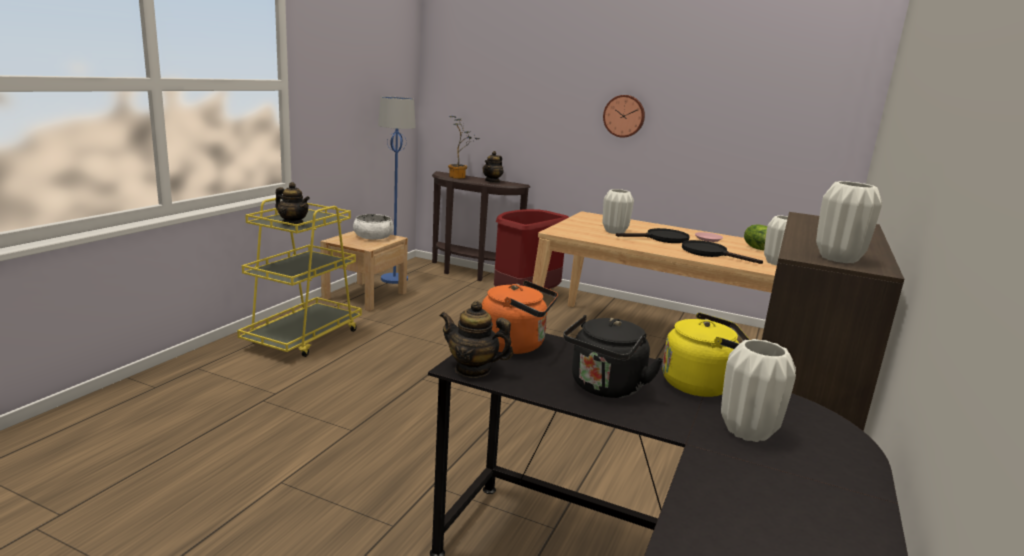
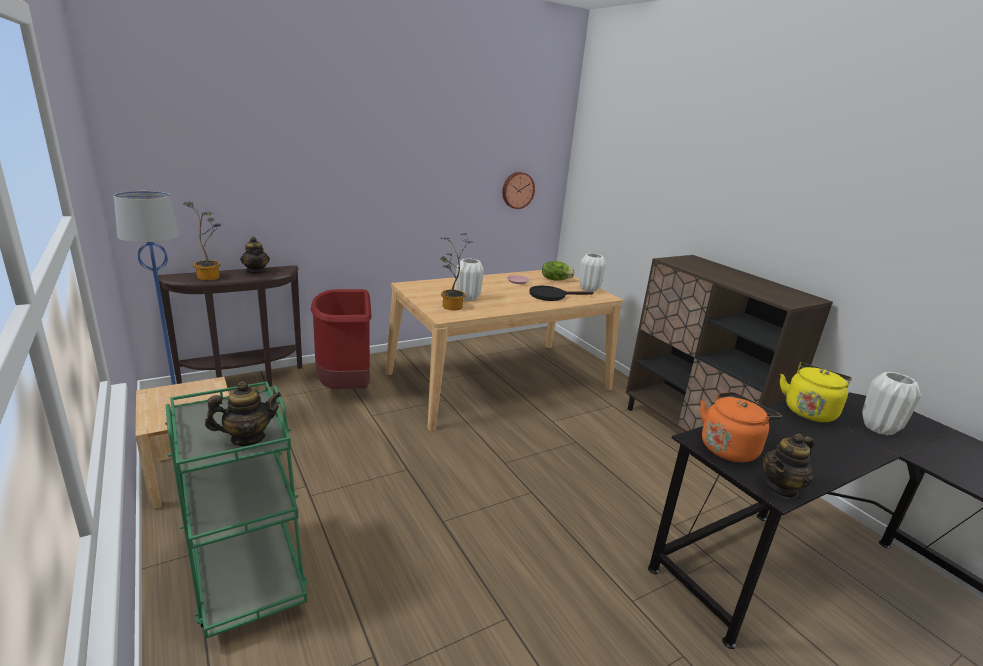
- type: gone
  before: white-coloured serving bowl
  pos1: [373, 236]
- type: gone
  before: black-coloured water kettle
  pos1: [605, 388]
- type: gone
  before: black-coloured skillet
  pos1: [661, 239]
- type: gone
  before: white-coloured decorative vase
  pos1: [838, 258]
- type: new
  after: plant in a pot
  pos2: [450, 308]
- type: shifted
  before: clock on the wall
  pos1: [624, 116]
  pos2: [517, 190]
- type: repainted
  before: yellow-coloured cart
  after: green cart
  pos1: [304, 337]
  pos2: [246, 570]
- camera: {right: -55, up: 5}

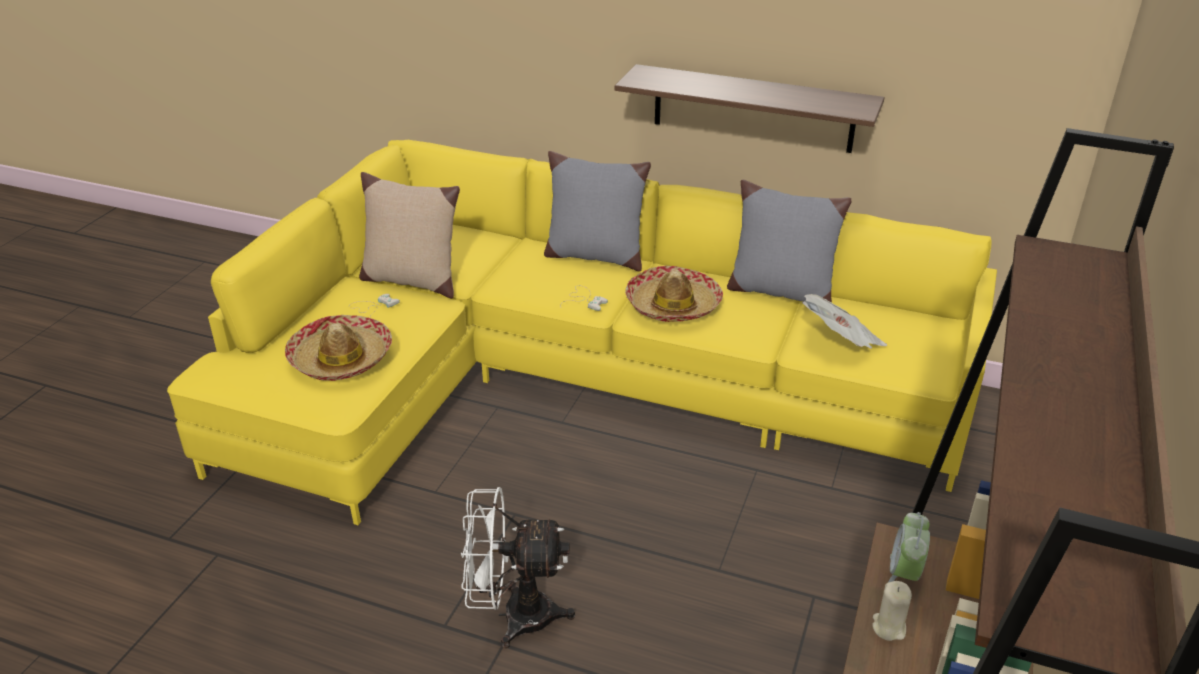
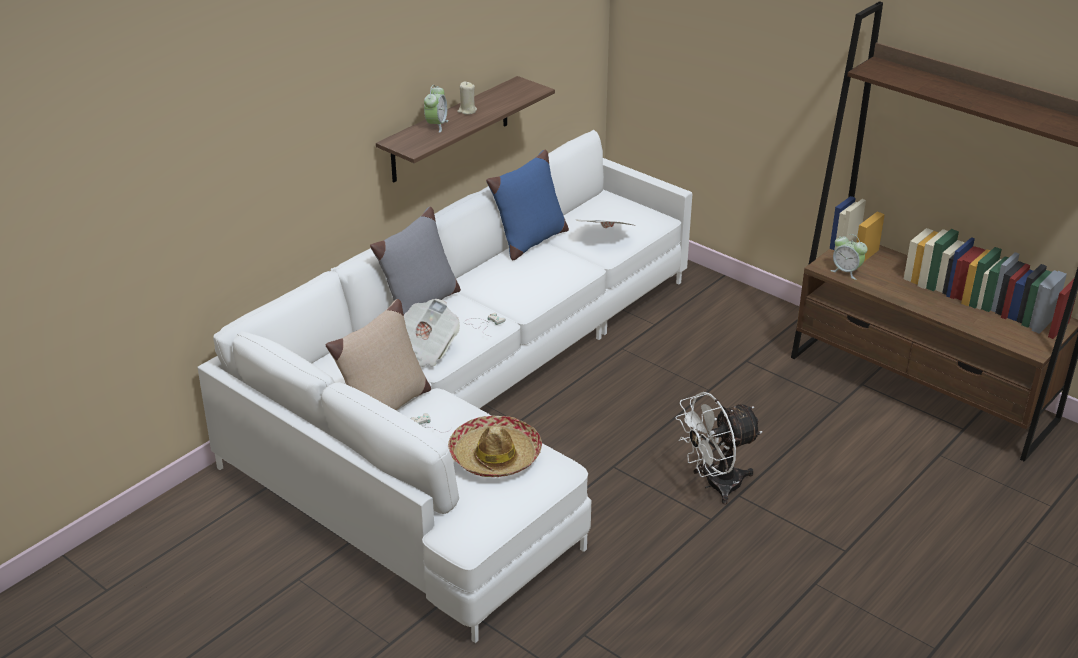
- type: gone
  before: wearable hat
  pos1: [673, 305]
- type: new
  after: newspaper
  pos2: [424, 350]
- type: new
  after: bedside clock
  pos2: [436, 125]
- type: shifted
  before: beige candle
  pos1: [888, 627]
  pos2: [467, 111]
- type: repainted
  before: yellow-coloured sofa
  after: white-coloured sofa
  pos1: [567, 384]
  pos2: [469, 408]
- type: repainted
  before: greyish cushion
  after: bluish cushion
  pos1: [780, 292]
  pos2: [529, 242]
- type: rotated
  before: white-coloured electric fan
  pos1: [514, 616]
  pos2: [714, 485]
  turn: 45
- camera: {right: -70, up: 0}

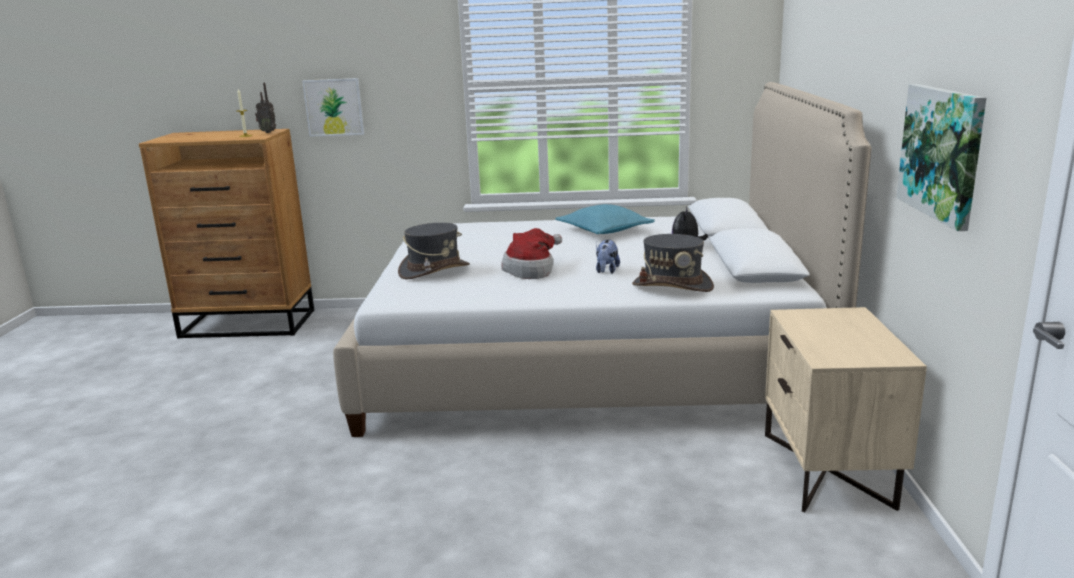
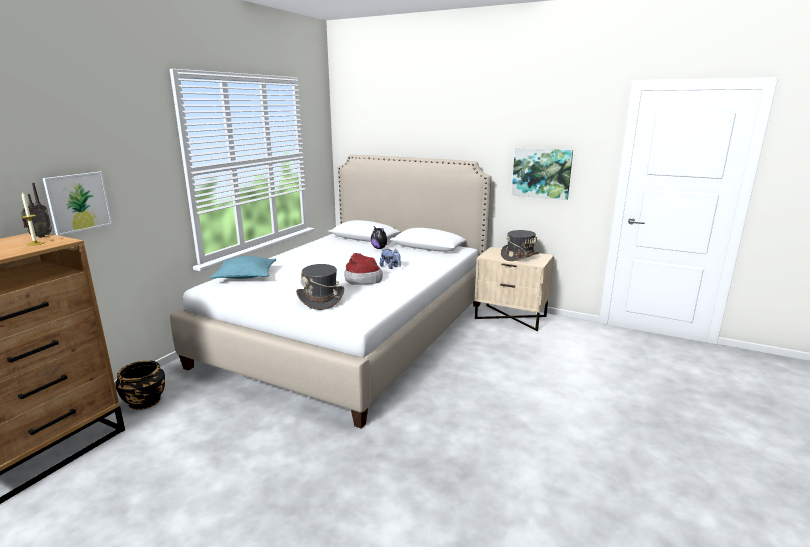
- type: new
  after: black-coloured flower pot
  pos2: [144, 401]
- type: shifted
  before: turquoise-coloured cushion
  pos1: [604, 231]
  pos2: [245, 276]
- type: shifted
  before: greyish wearable hat
  pos1: [672, 286]
  pos2: [519, 256]
- camera: {right: -65, up: 0}

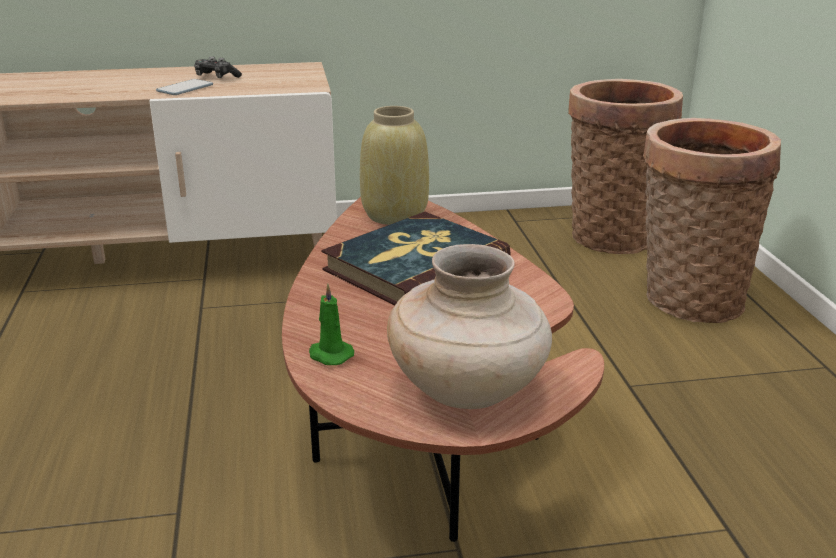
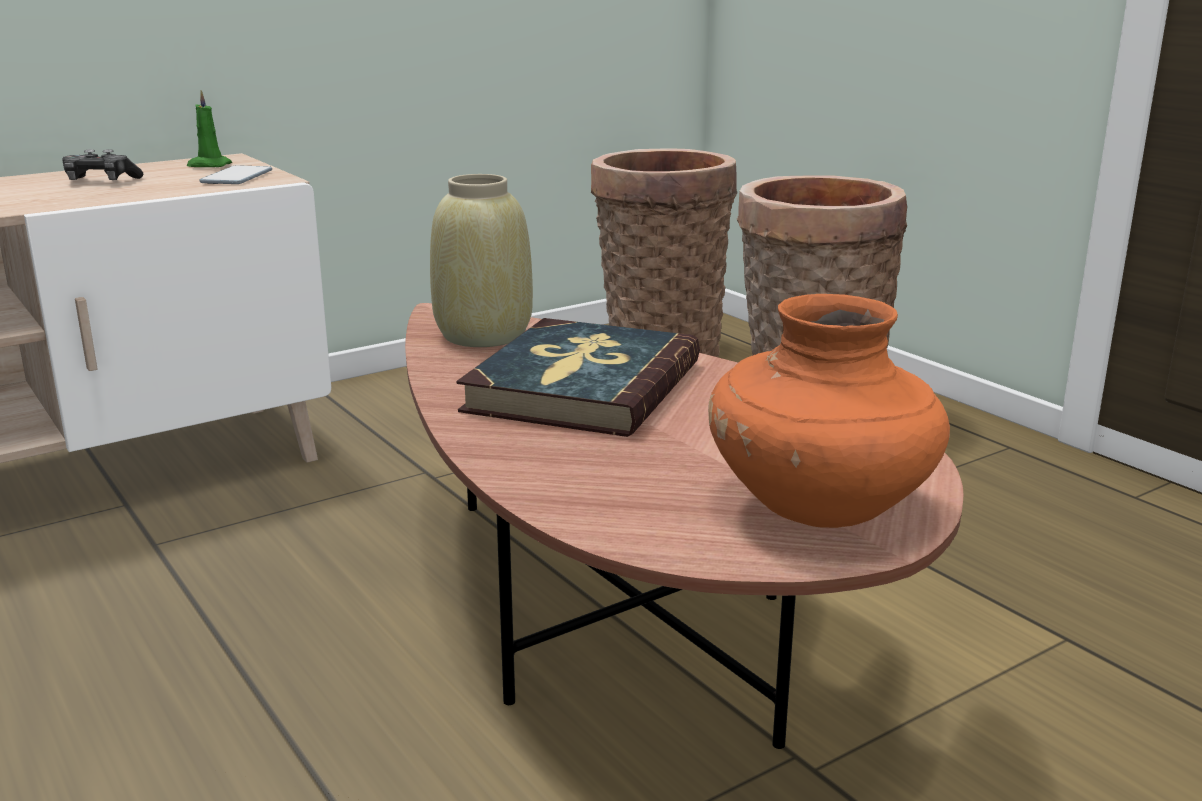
- type: shifted
  before: telephone
  pos1: [185, 88]
  pos2: [237, 177]
- type: shifted
  before: green candle
  pos1: [329, 355]
  pos2: [208, 165]
- type: repainted
  before: beige decorative vase
  after: orange decorative vase
  pos1: [468, 391]
  pos2: [822, 508]
- camera: {right: -25, up: -5}

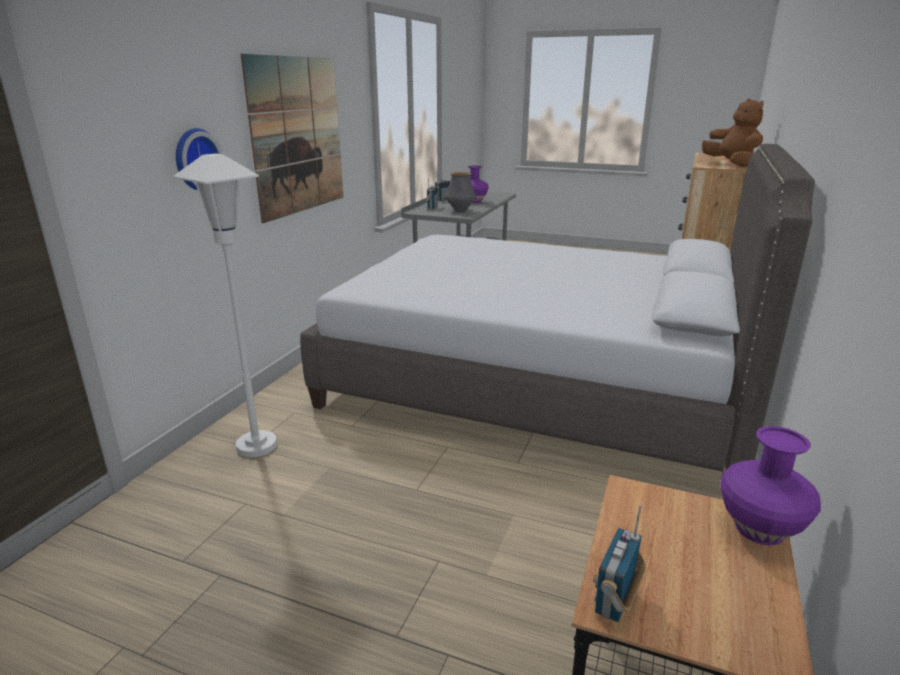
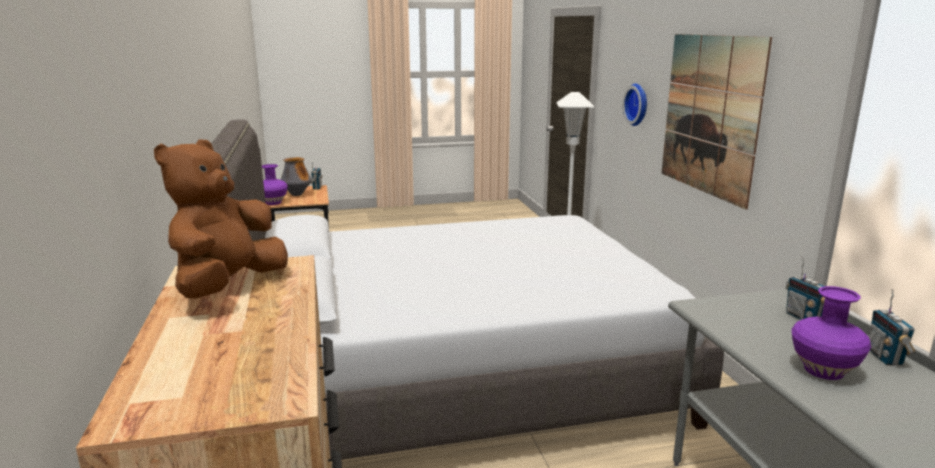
- type: shifted
  before: decorative vase
  pos1: [460, 211]
  pos2: [297, 194]
- type: rotated
  before: brown-coloured plush toy
  pos1: [731, 164]
  pos2: [228, 286]
  turn: 75
- camera: {right: 145, up: -5}

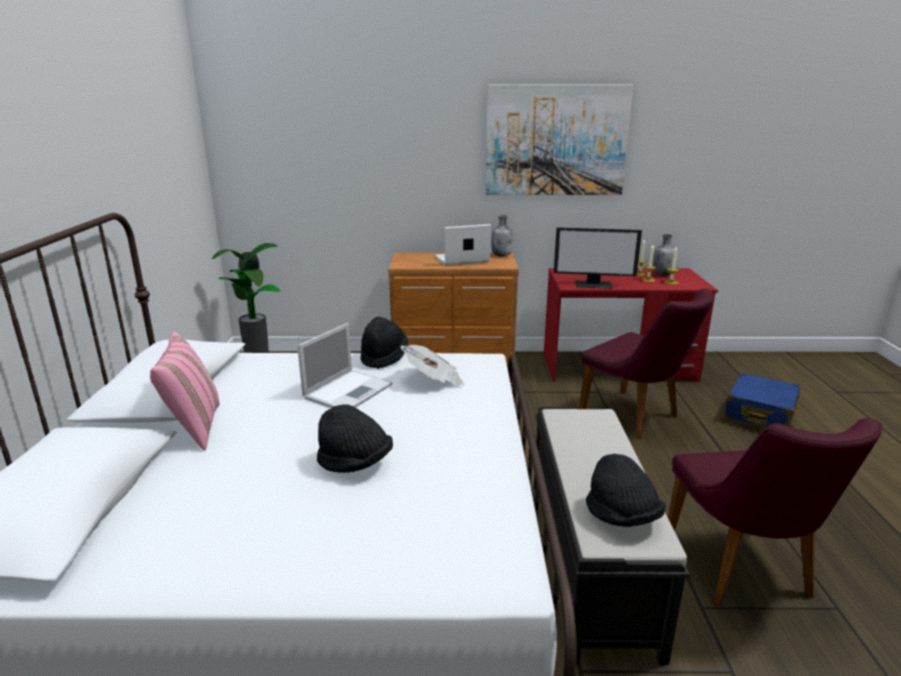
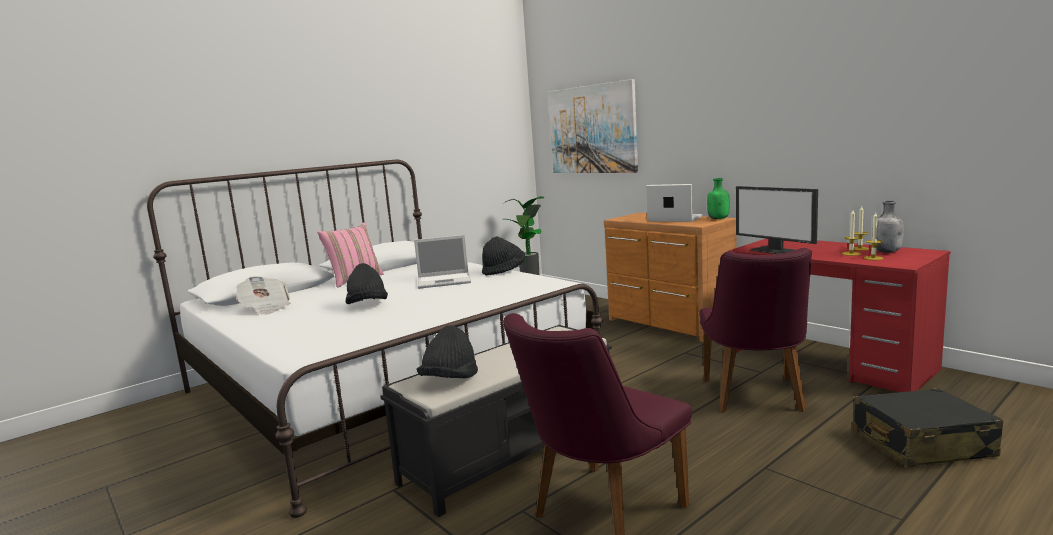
- type: shifted
  before: newspaper
  pos1: [434, 380]
  pos2: [265, 308]
- type: shifted
  before: wall picture
  pos1: [556, 141]
  pos2: [592, 129]
- type: repainted
  before: greyish drink bottle
  after: green drink bottle
  pos1: [502, 255]
  pos2: [719, 219]
- type: repainted
  before: bluish suitcase
  after: black-coloured suitcase
  pos1: [759, 415]
  pos2: [921, 444]
- camera: {right: 50, up: -10}

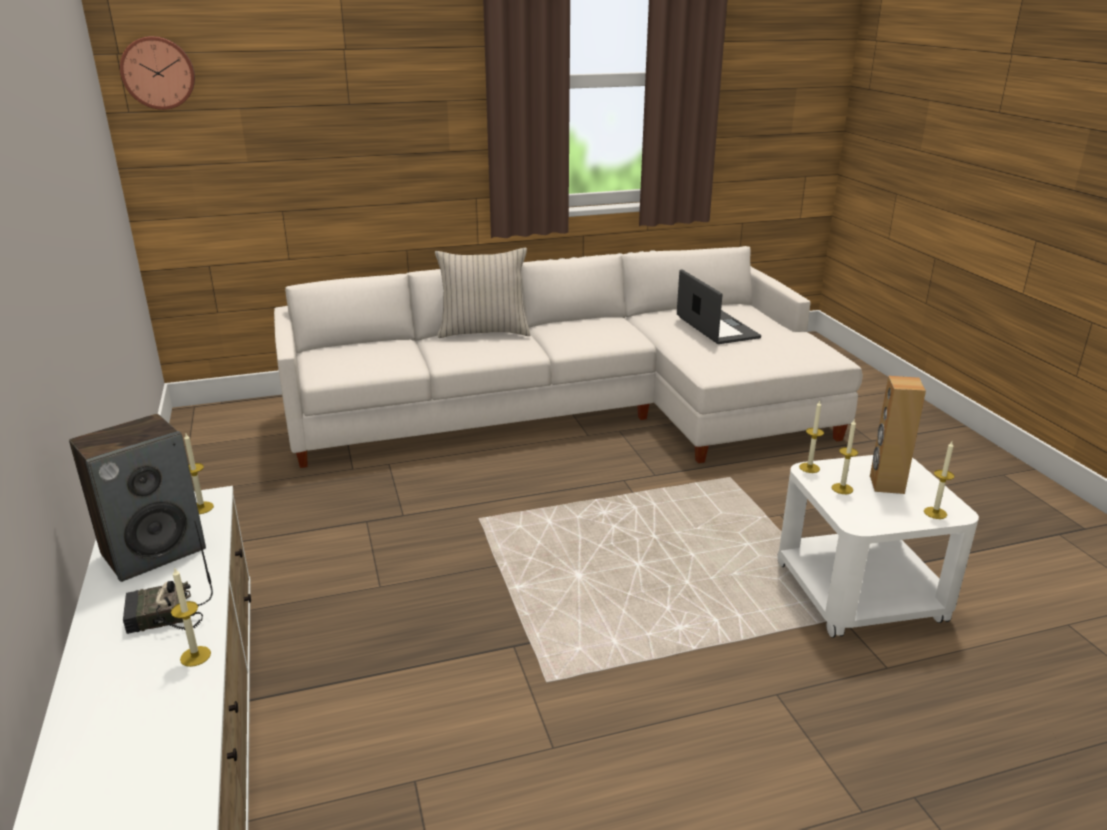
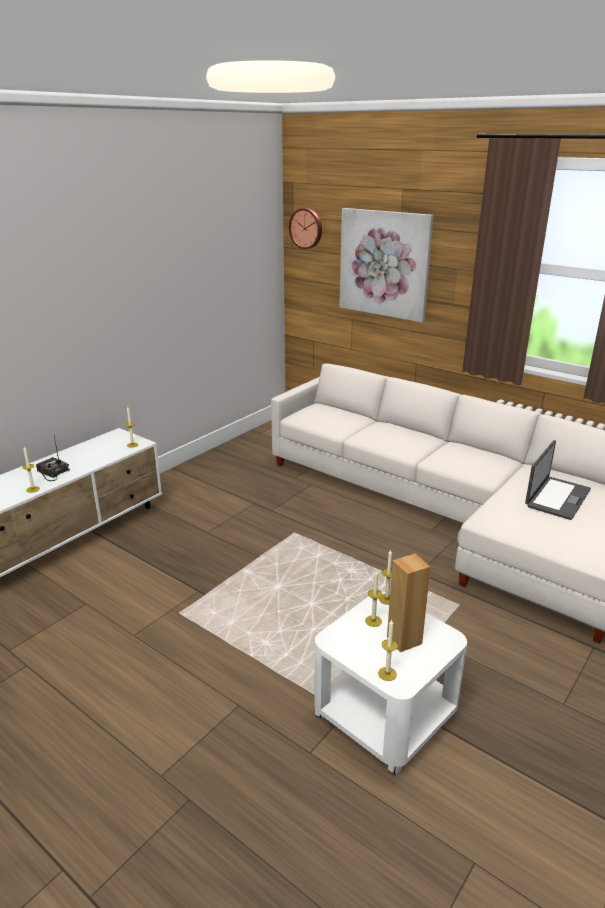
- type: gone
  before: speaker
  pos1: [154, 551]
- type: gone
  before: beige cushion
  pos1: [484, 332]
- type: new
  after: wall picture
  pos2: [384, 264]
- camera: {right: 55, up: 0}

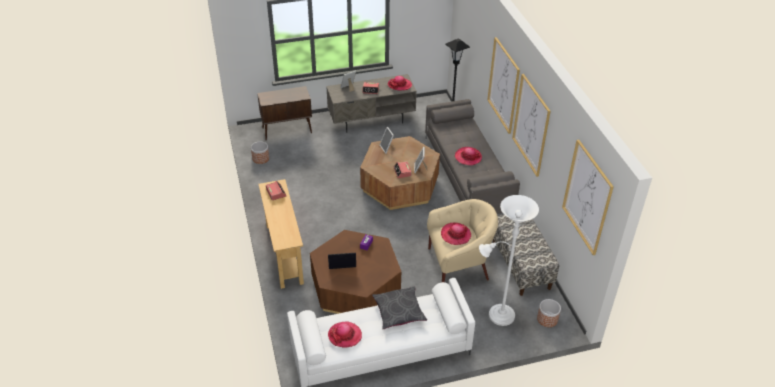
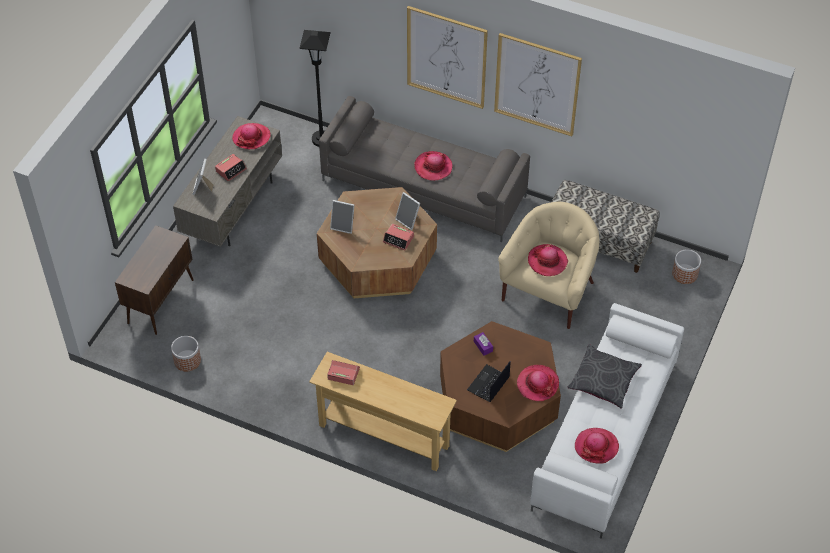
- type: gone
  before: white-coloured floor lamp
  pos1: [498, 315]
- type: gone
  before: wall picture
  pos1: [587, 197]
- type: new
  after: wearable hat
  pos2: [537, 384]
- camera: {right: -50, up: 10}

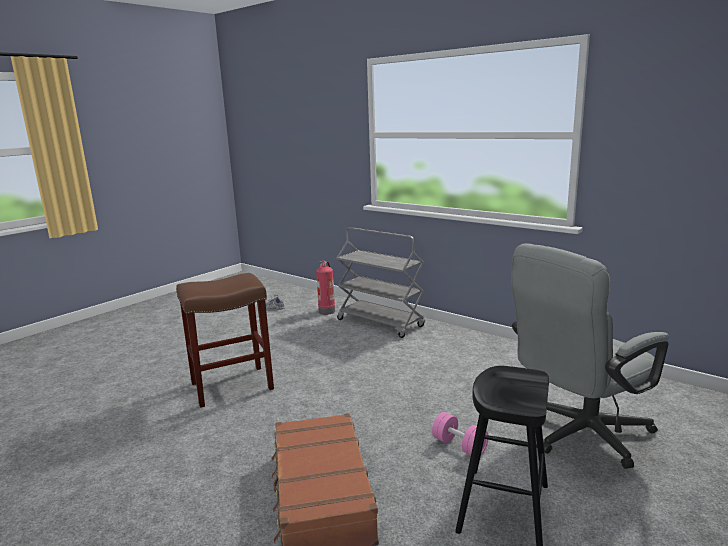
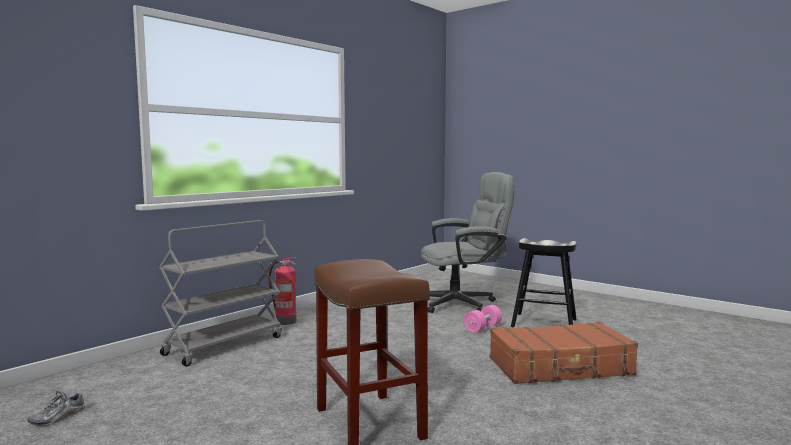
- type: shifted
  before: fire-fighting cylinder
  pos1: [327, 311]
  pos2: [285, 321]
- type: rotated
  before: greyish desk chair
  pos1: [578, 435]
  pos2: [463, 303]
  turn: -75
- camera: {right: -90, up: -10}

